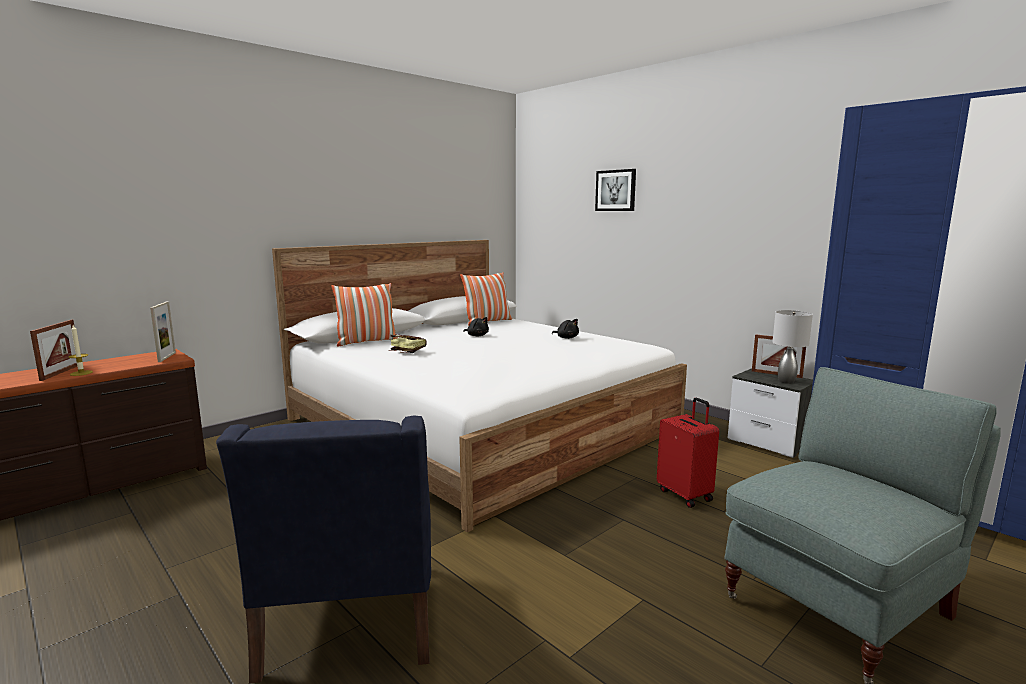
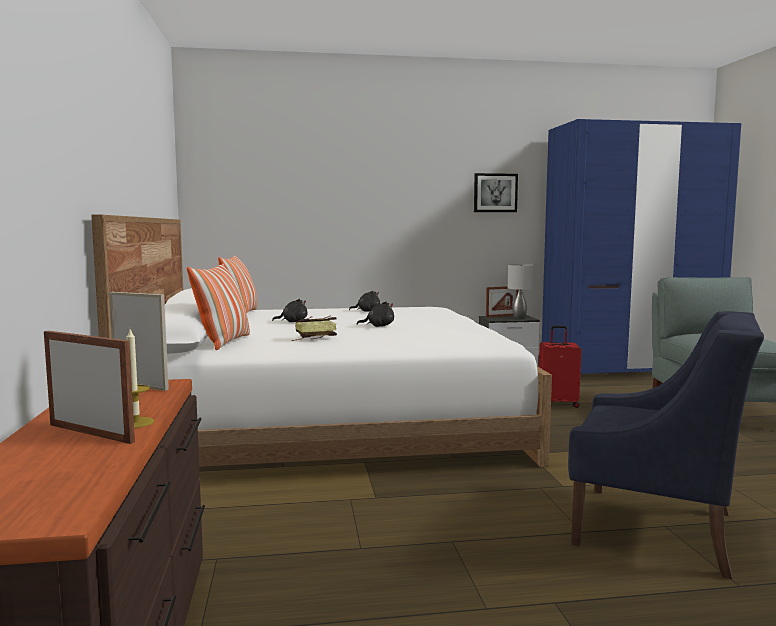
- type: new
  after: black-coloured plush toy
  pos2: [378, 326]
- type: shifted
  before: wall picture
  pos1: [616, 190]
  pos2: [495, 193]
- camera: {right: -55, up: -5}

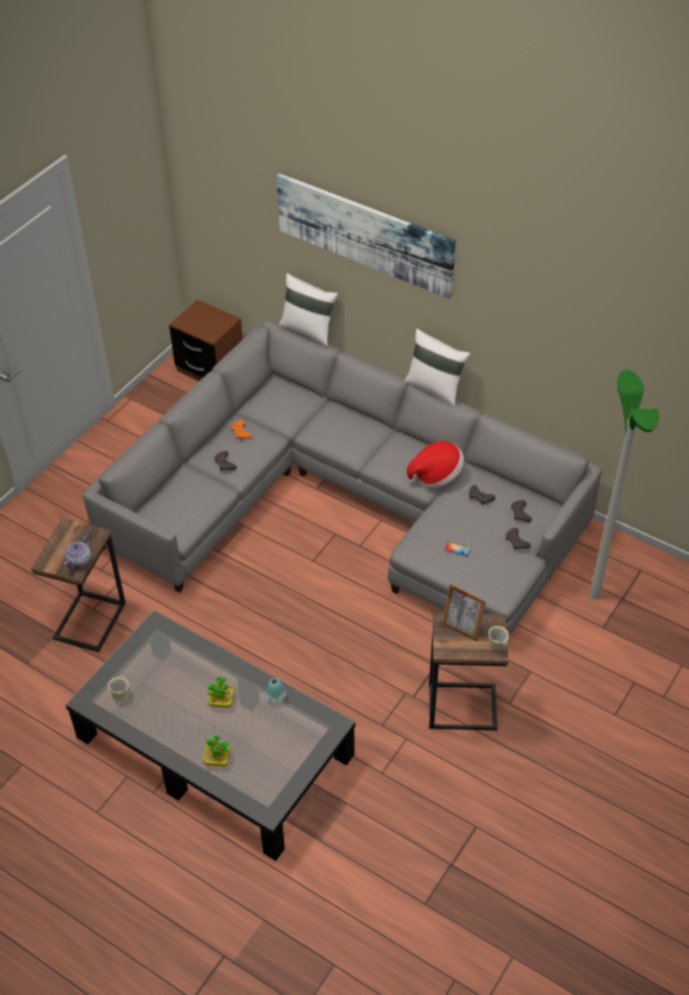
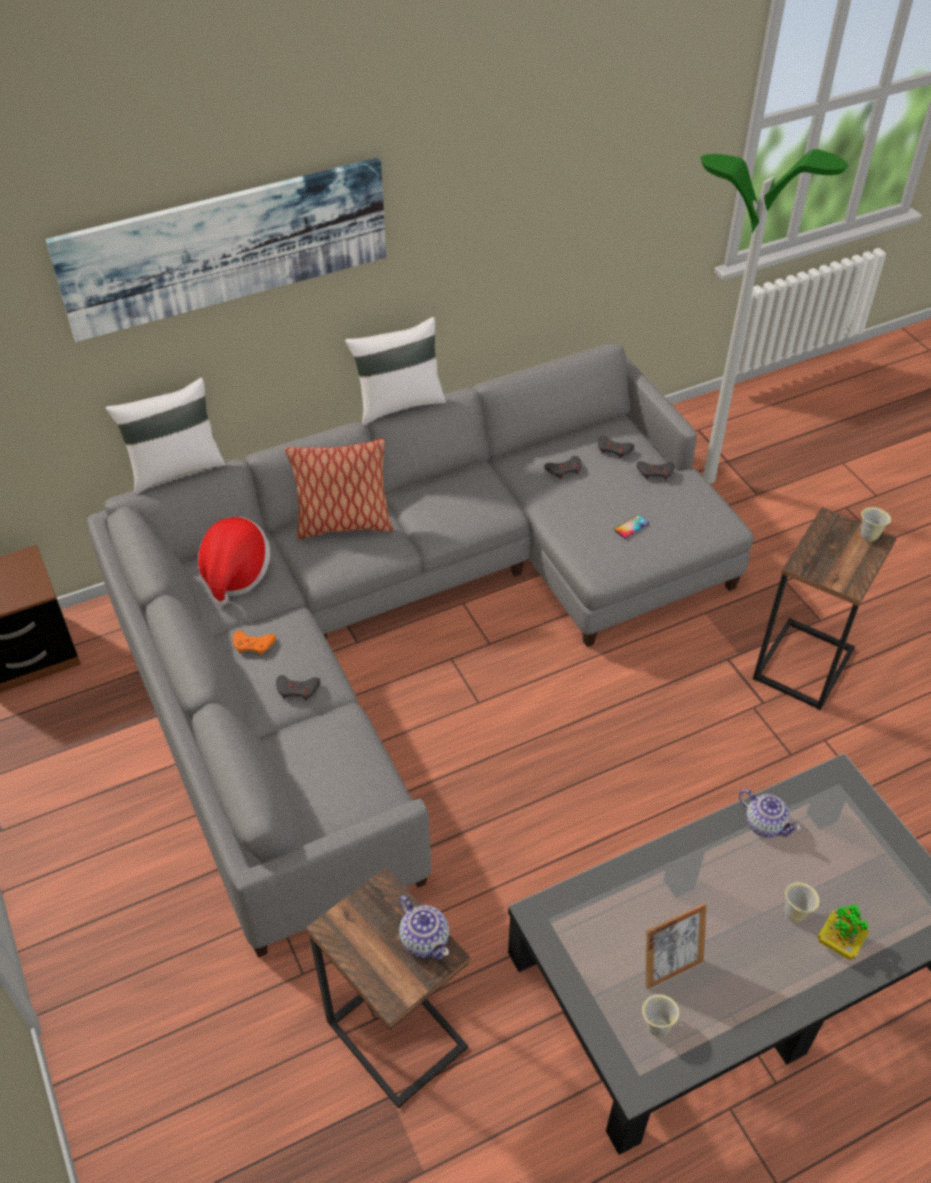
- type: gone
  before: plant in a pot
  pos1: [221, 701]
- type: new
  after: cushion
  pos2: [343, 525]
- type: new
  after: beige coffee mug
  pos2: [795, 912]
- type: shifted
  before: wearable hat
  pos1: [436, 475]
  pos2: [235, 573]
- type: shifted
  before: standing frame
  pos1: [461, 628]
  pos2: [670, 966]
- type: swapped
  before: decorative vase
  after: tea pot
  pos1: [275, 699]
  pos2: [764, 823]
- camera: {right: -60, up: 0}

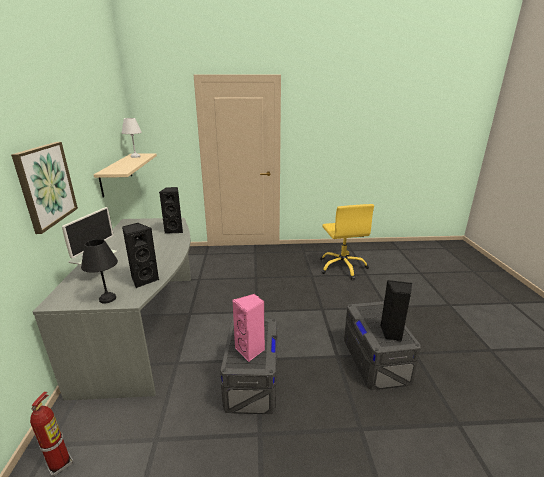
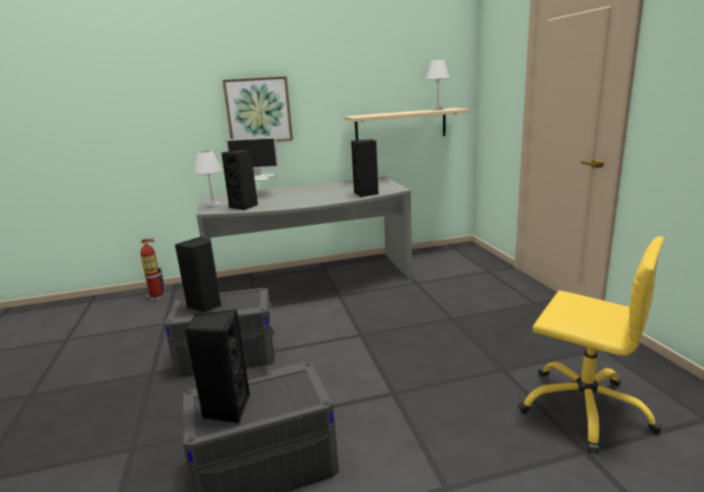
- type: repainted
  before: black-coloured tabletop lamp
  after: white-coloured tabletop lamp
  pos1: [107, 298]
  pos2: [213, 205]
- type: repainted
  before: pinkish speaker
  after: black-coloured speaker
  pos1: [250, 350]
  pos2: [205, 305]
- type: rotated
  before: yellow-coloured desk chair
  pos1: [342, 267]
  pos2: [584, 408]
  turn: -120
- camera: {right: 80, up: -5}

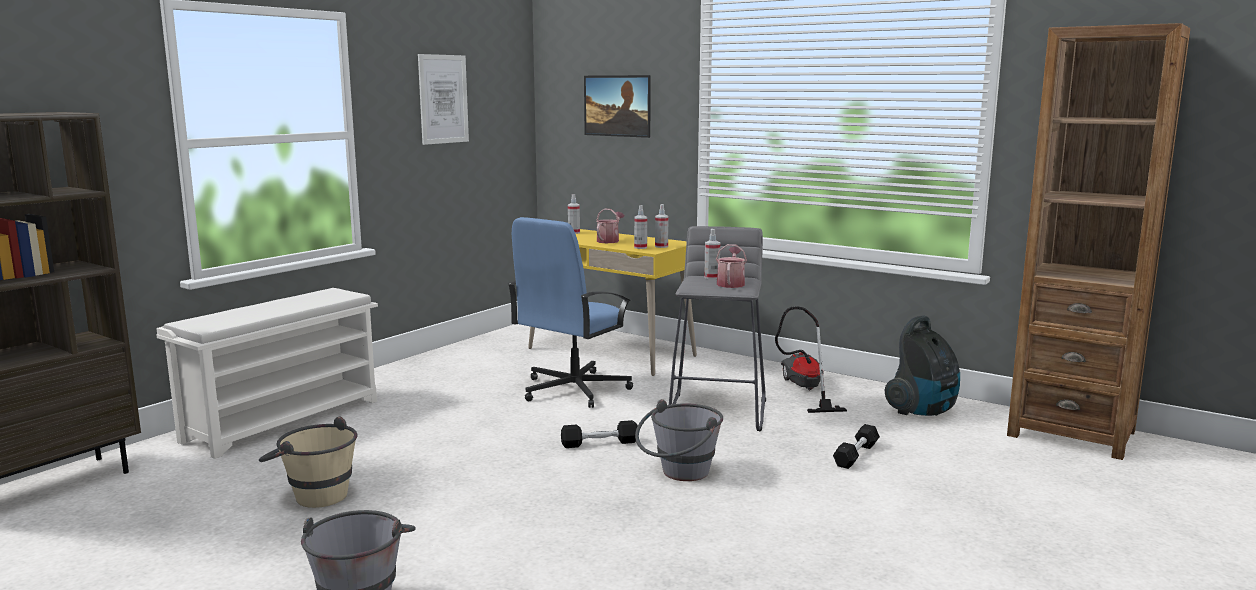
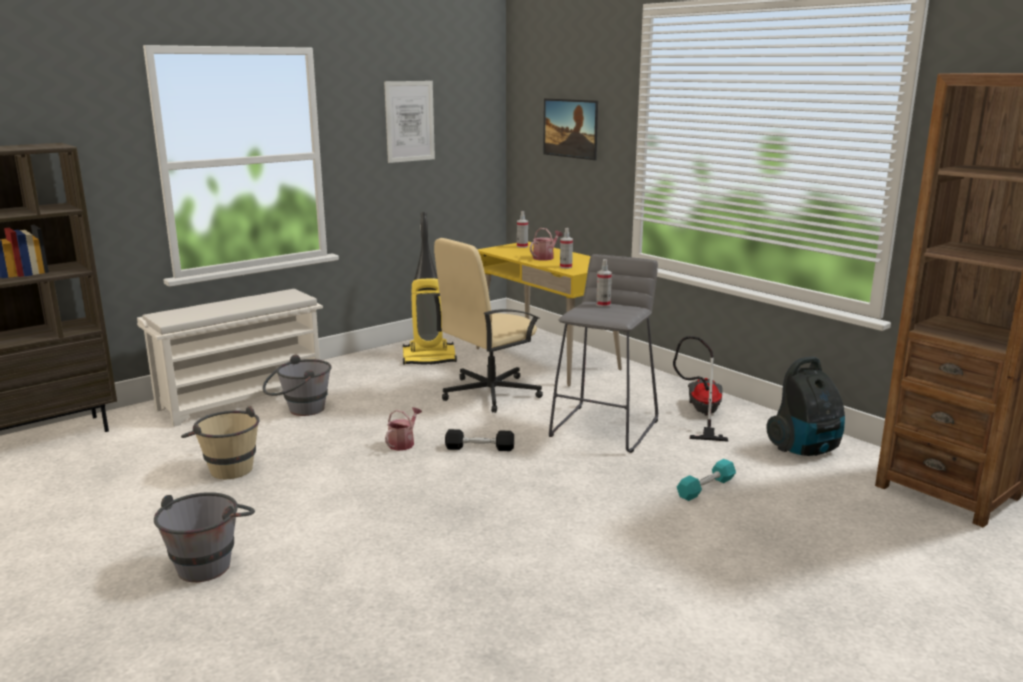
- type: gone
  before: sprayer
  pos1: [661, 246]
- type: new
  after: hoover
  pos2: [429, 358]
- type: shifted
  before: greyish water bucket
  pos1: [679, 474]
  pos2: [299, 410]
- type: shifted
  before: watering can
  pos1: [731, 283]
  pos2: [403, 443]
- type: repainted
  before: bluish desk chair
  after: beige desk chair
  pos1: [573, 390]
  pos2: [489, 393]
- type: repainted
  before: black-coloured dumbbell
  after: turquoise-coloured dumbbell
  pos1: [856, 455]
  pos2: [706, 488]
- camera: {right: 15, up: 5}

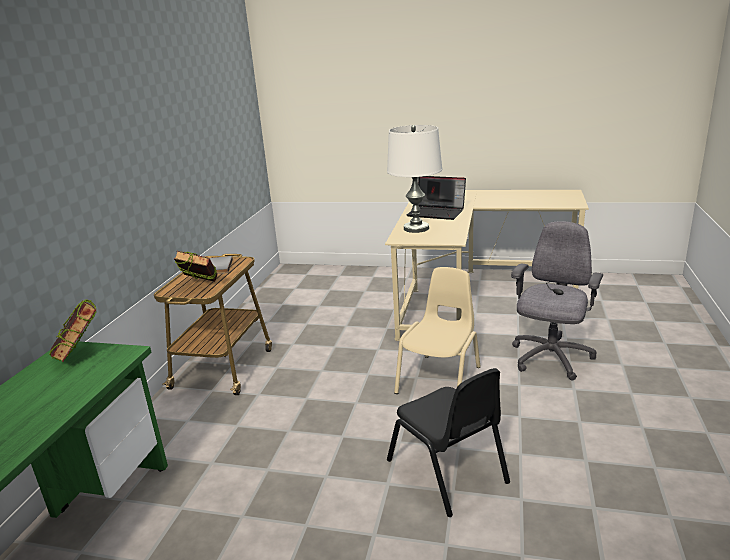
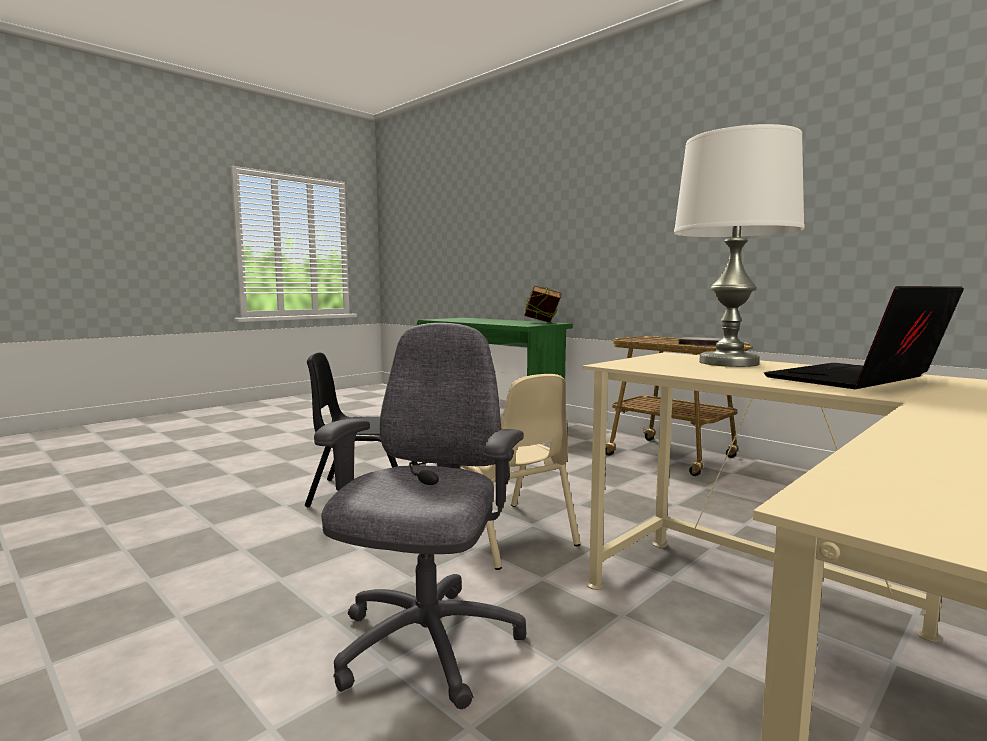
- type: gone
  before: book
  pos1: [200, 287]
- type: rotated
  before: greyish desk chair
  pos1: [550, 359]
  pos2: [425, 646]
  turn: -135
- camera: {right: 120, up: -15}

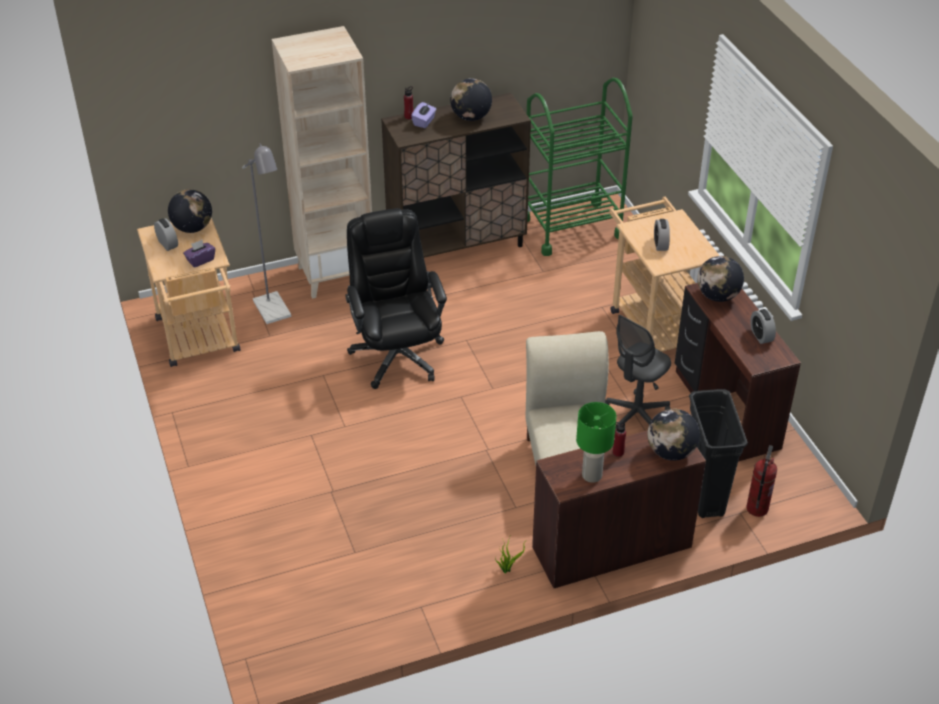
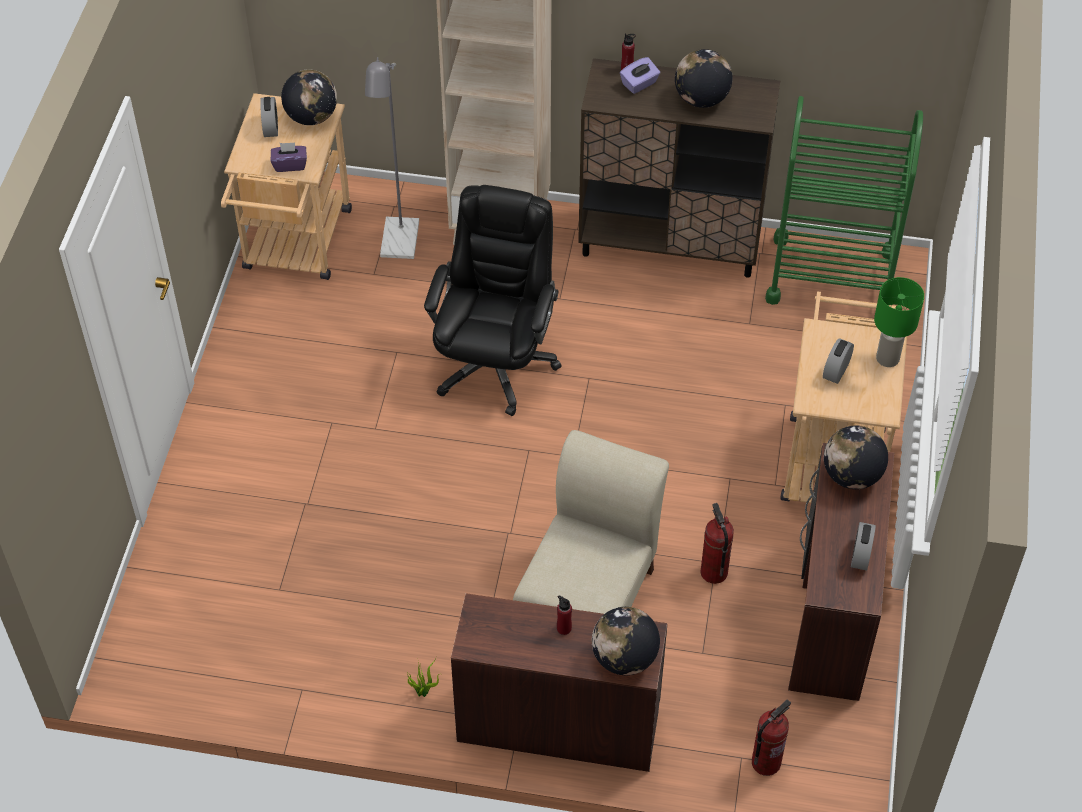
- type: gone
  before: black-coloured rubbish bin
  pos1: [704, 494]
- type: shifted
  before: green tabletop lamp
  pos1: [591, 476]
  pos2: [887, 359]
- type: swapped
  before: greyish desk chair
  after: fire-fighting cylinder
  pos1: [636, 416]
  pos2: [713, 572]
- camera: {right: 30, up: 10}

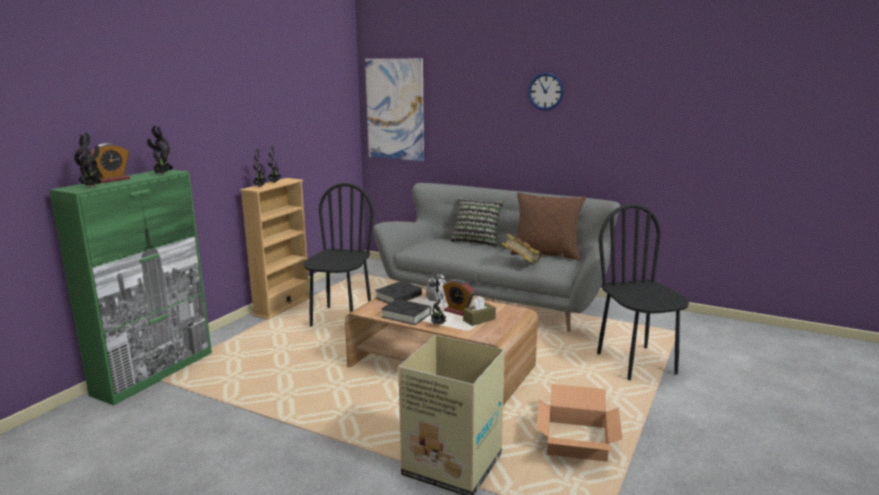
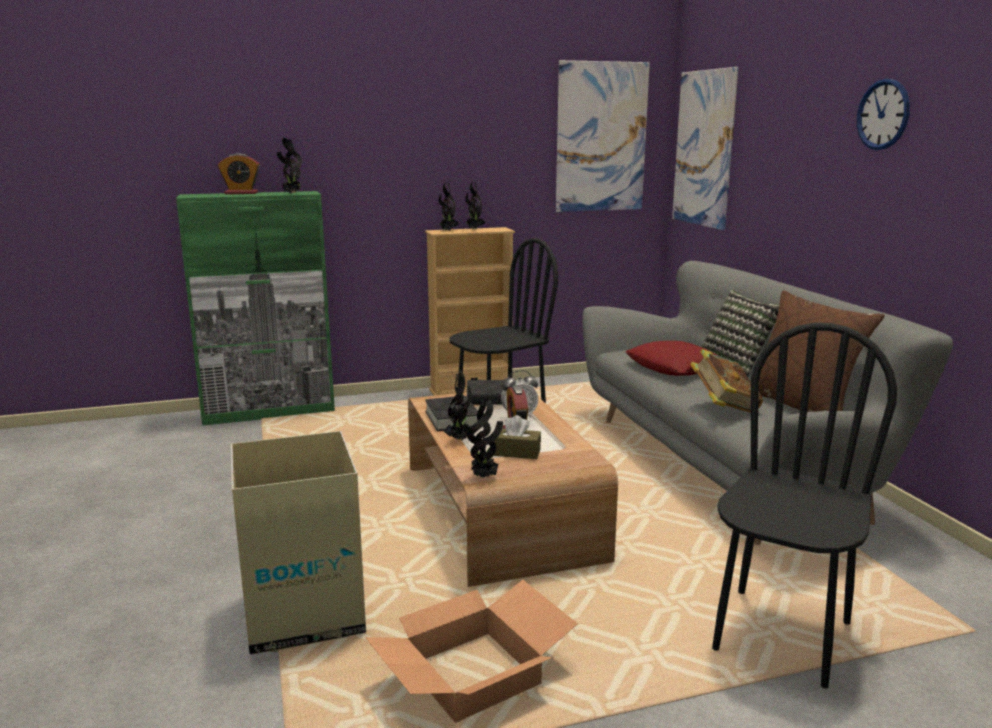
- type: new
  after: wall picture
  pos2: [601, 137]
- type: new
  after: reddish cushion
  pos2: [674, 367]
- type: shifted
  before: plant in a pot
  pos1: [92, 187]
  pos2: [485, 477]
- camera: {right: 45, up: 0}

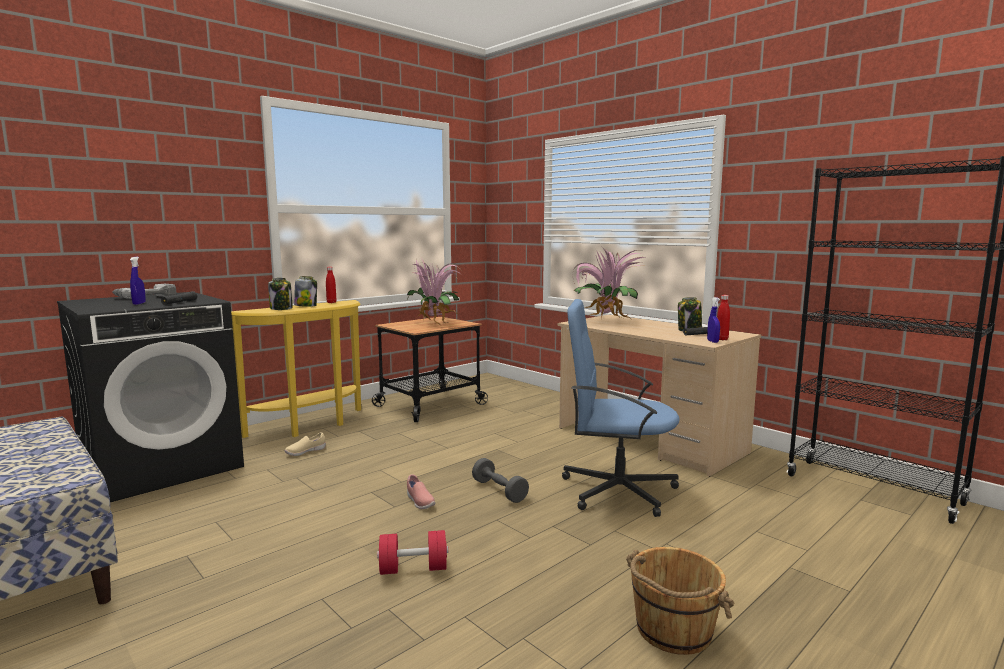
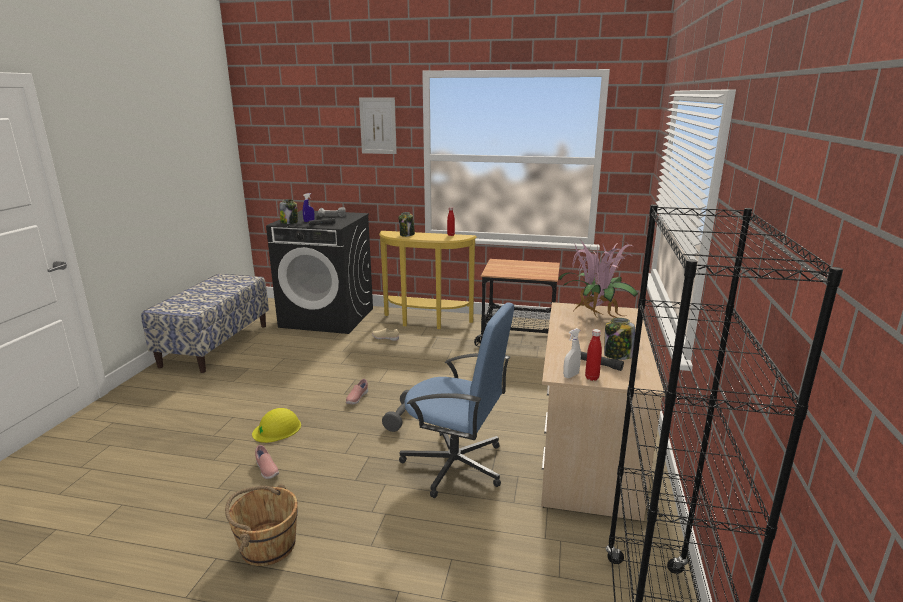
- type: gone
  before: plant in a pot
  pos1: [434, 323]
- type: new
  after: pinkish low shoe
  pos2: [266, 470]
- type: new
  after: wall picture
  pos2: [378, 126]
- type: shifted
  before: preserve jar
  pos1: [306, 306]
  pos2: [289, 222]
- type: swapped
  before: reddish dumbbell
  after: yellow-coloured work helmet
  pos1: [413, 569]
  pos2: [277, 429]
- type: repainted
  before: bluish sprayer
  after: white-coloured sprayer
  pos1: [712, 341]
  pos2: [571, 375]
- type: rotated
  before: bluish desk chair
  pos1: [616, 490]
  pos2: [456, 465]
  turn: 135
- camera: {right: 55, up: 10}

